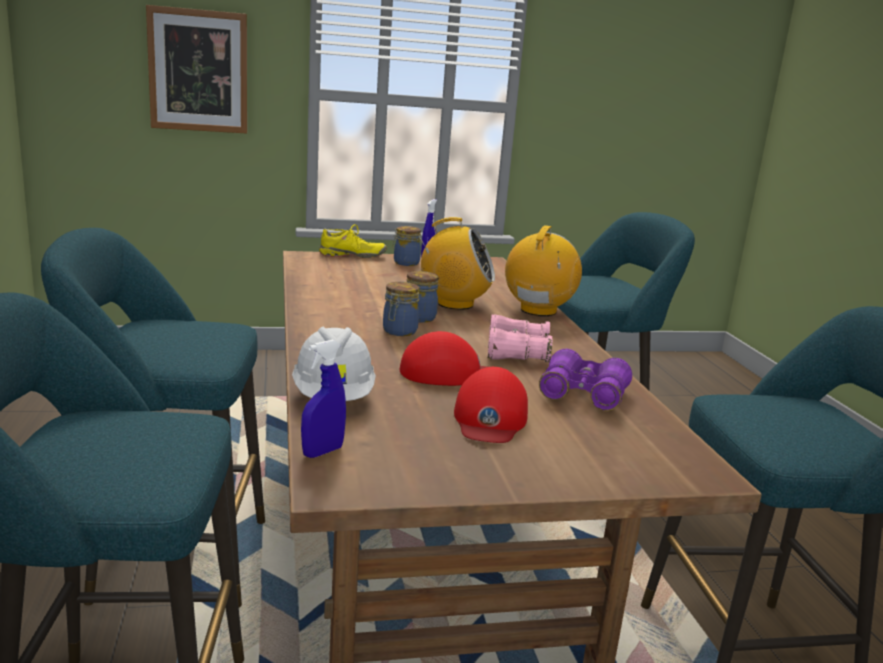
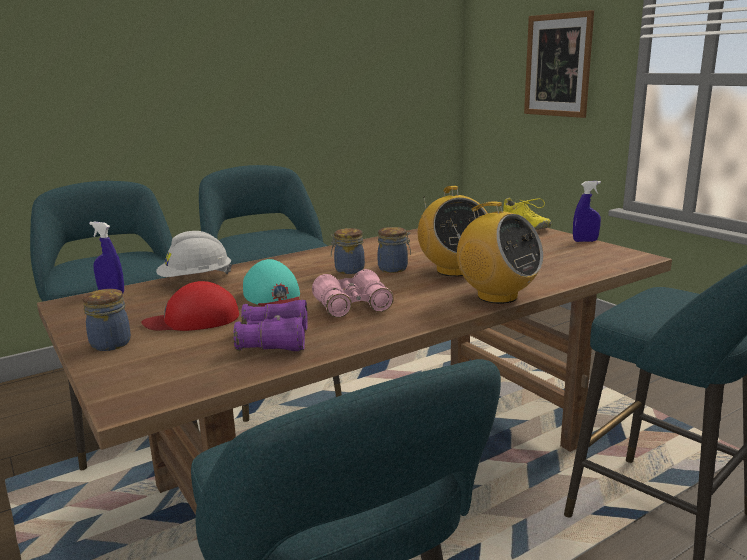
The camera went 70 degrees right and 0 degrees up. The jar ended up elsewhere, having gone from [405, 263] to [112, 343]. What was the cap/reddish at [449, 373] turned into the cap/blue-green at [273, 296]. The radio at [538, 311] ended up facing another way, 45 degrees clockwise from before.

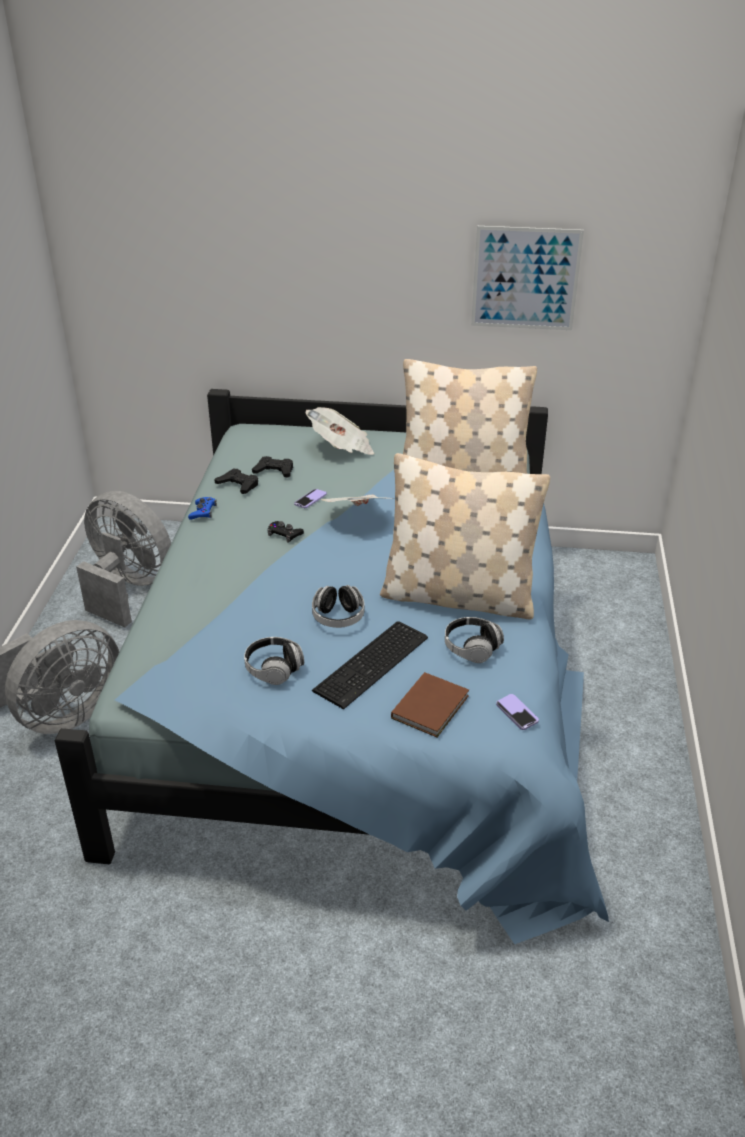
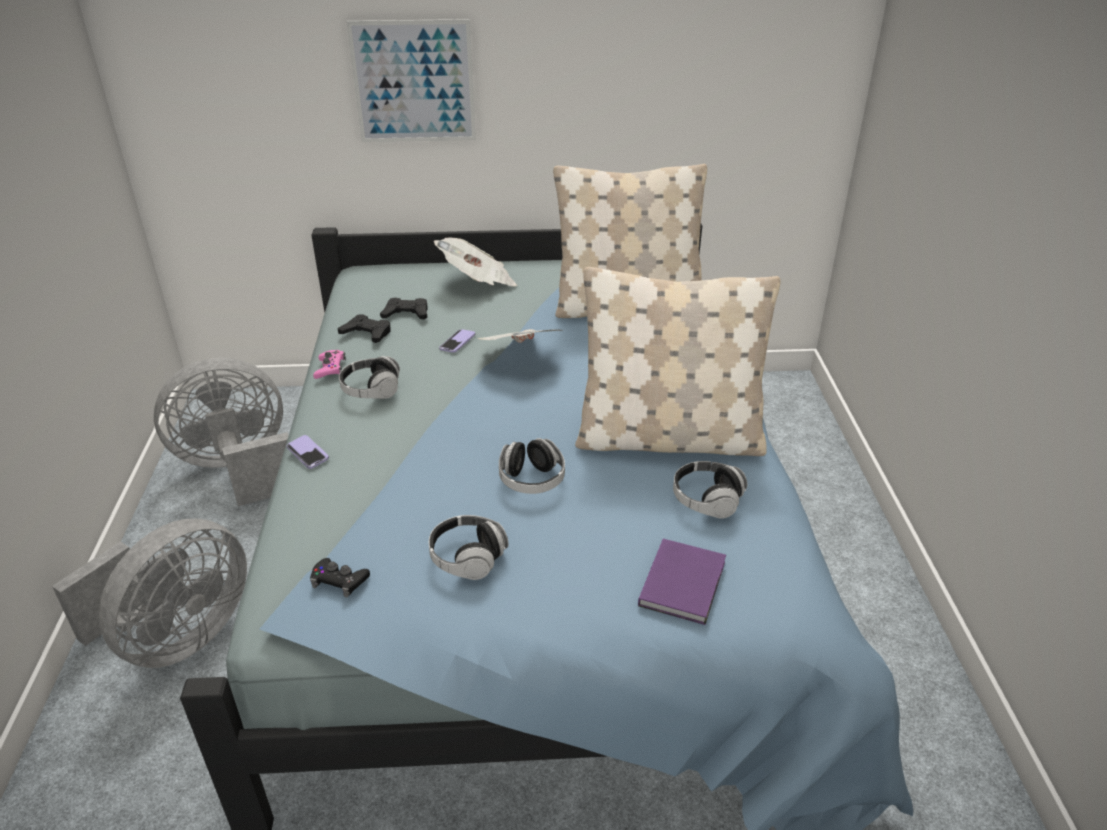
The camera went 10 degrees left and 0 degrees up. The second view lost the PC keyboard at [374, 664]. The second view gained the headset at [371, 390]. The joypad/blackish ended up elsewhere, having gone from [284, 534] to [339, 581]. The picture ended up elsewhere, having gone from [525, 278] to [413, 82]. The phone ended up elsewhere, having gone from [517, 713] to [307, 453]. What was the joypad/blue at [203, 512] turned into the joypad/pinkish at [330, 368]. What was the volume/brownish at [432, 706] turned into the volume/purple-coloured at [684, 582]. The electric fan/grey at [128, 588] ended up facing another way, 45 degrees counterclockwise from before.

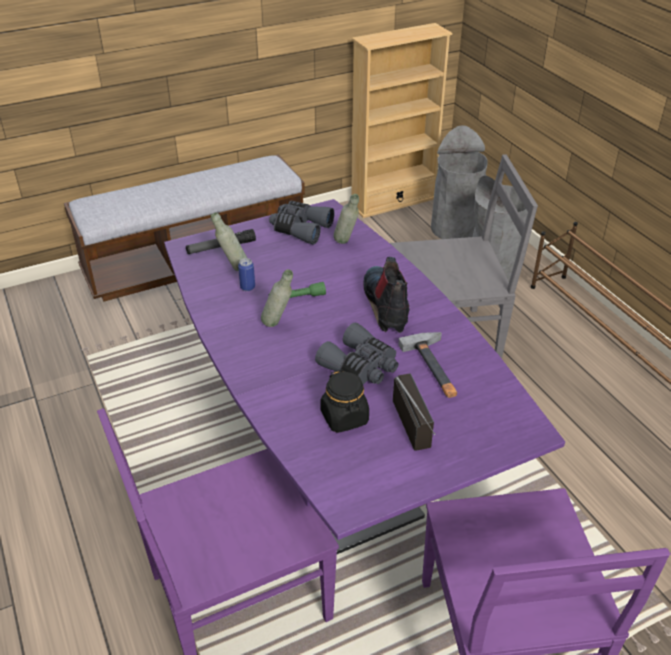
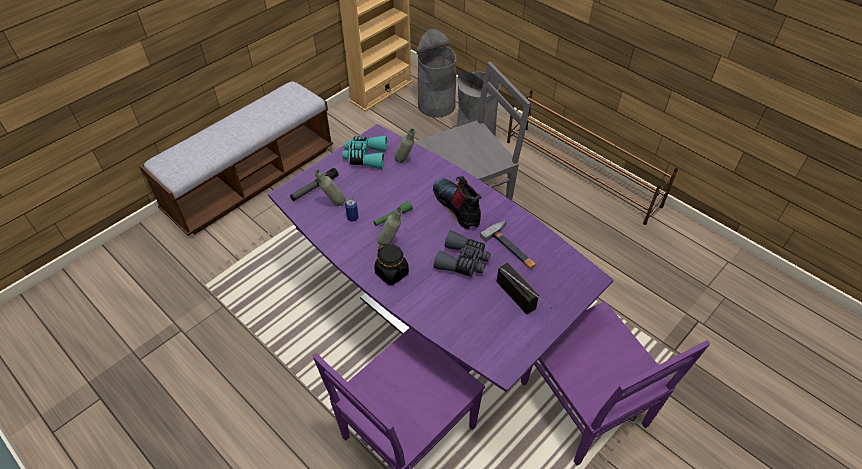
The camera went 20 degrees left and 10 degrees up. The jar/blackish ended up elsewhere, having gone from [344, 418] to [392, 273]. What was the binoculars/grey at [300, 229] turned into the binoculars/blue-green at [365, 157].

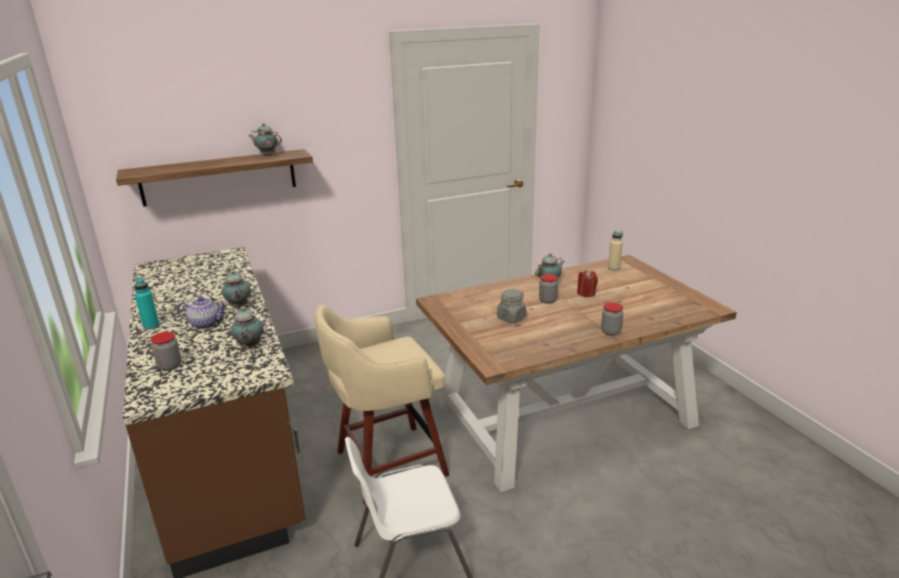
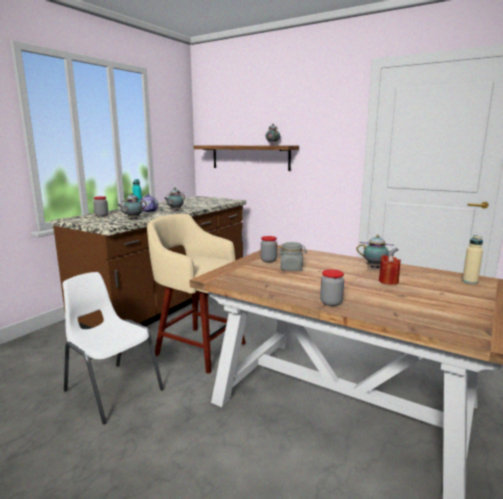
The camera went 55 degrees right and 10 degrees down. The jar ended up elsewhere, having gone from [547, 300] to [268, 260].

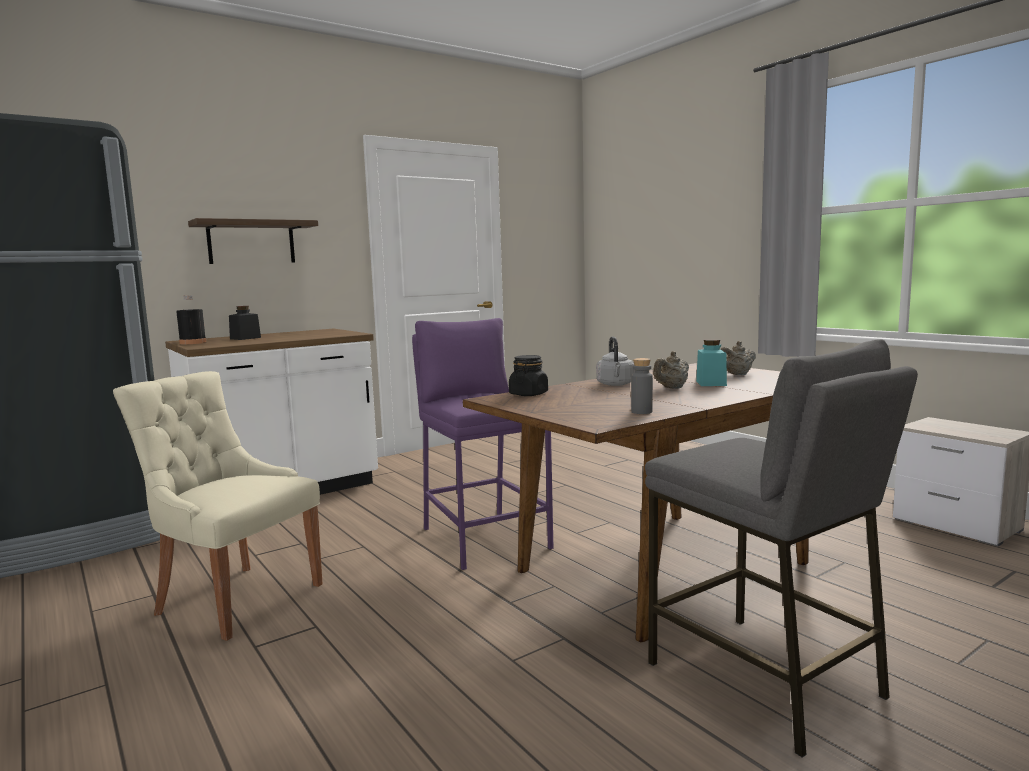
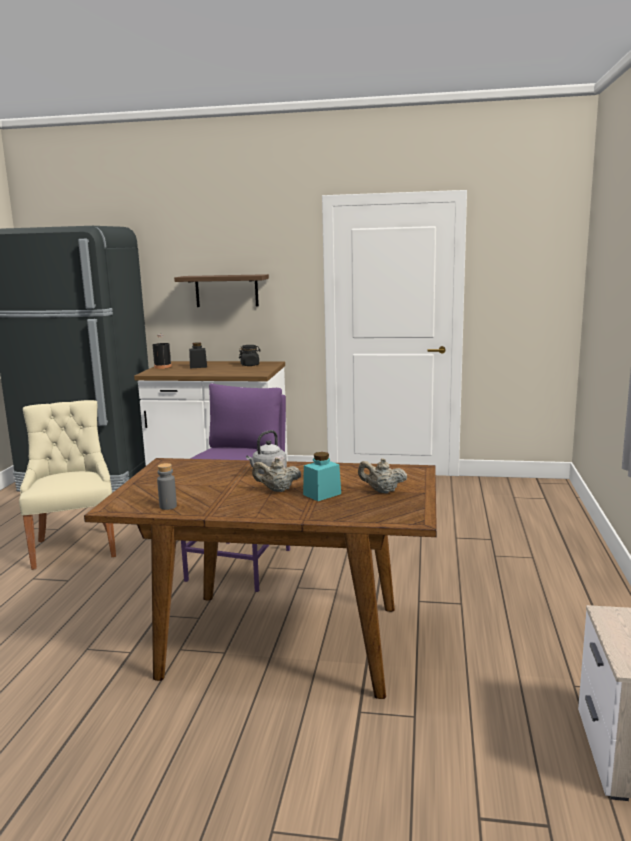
The camera went 45 degrees right and 5 degrees up. The second view lost the stool/grey at [764, 679]. The jar/blackish ended up elsewhere, having gone from [528, 394] to [250, 365].

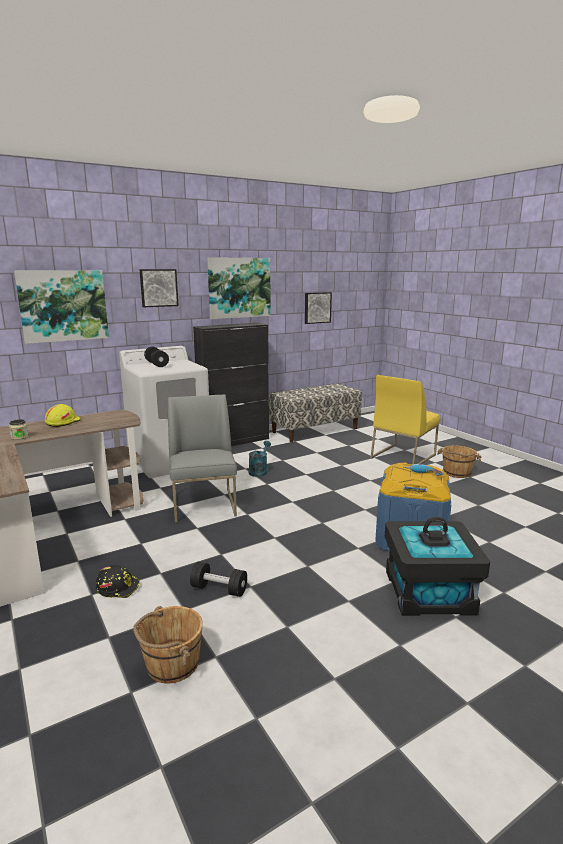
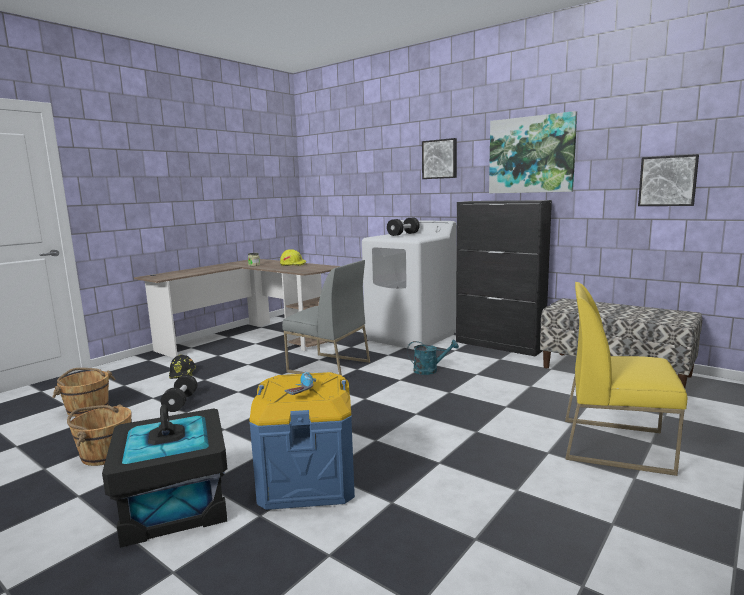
The camera went 70 degrees right and 5 degrees down. The second view lost the picture at [63, 306]. The water bucket/brownish ended up elsewhere, having gone from [456, 473] to [105, 454]. The upright chair/grey at [204, 505] ended up facing another way, 60 degrees clockwise from before.

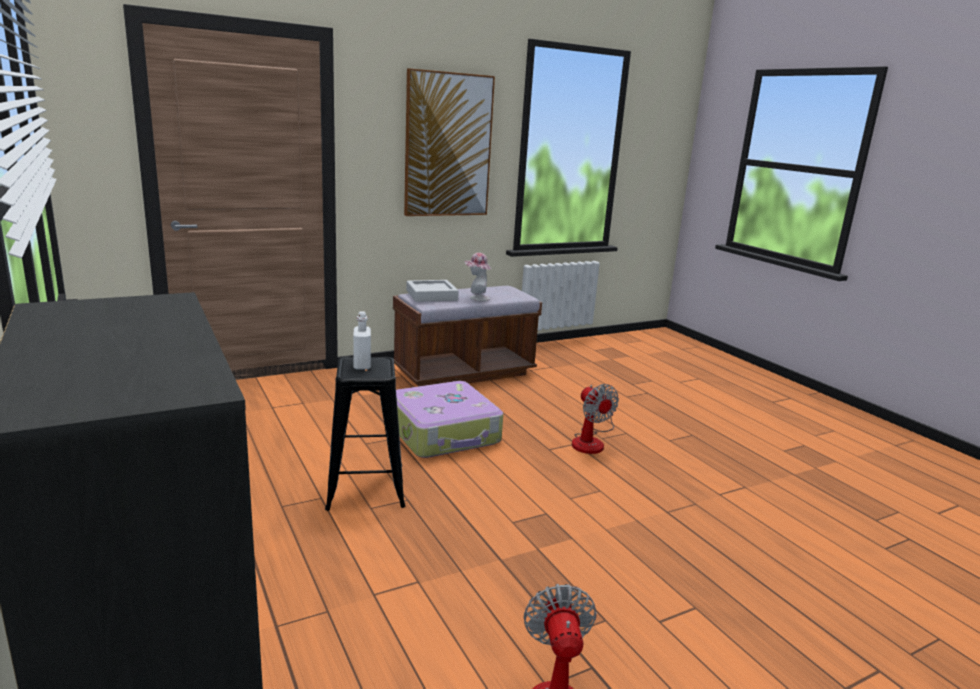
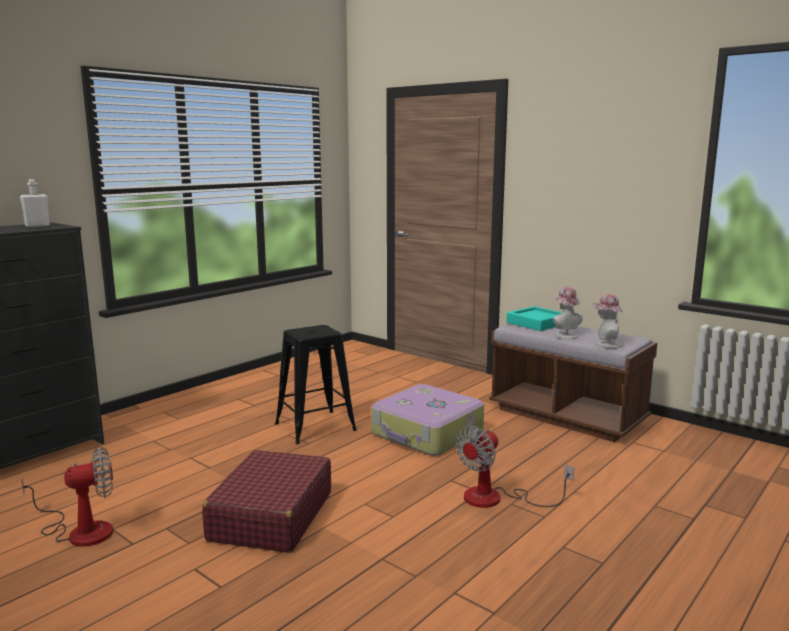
The camera went 70 degrees right and 5 degrees down. The second view lost the picture at [448, 145]. The second view gained the travel case/reddish at [271, 516]. The second view gained the clothing hat at [605, 344]. The bottle/white ended up elsewhere, having gone from [362, 365] to [37, 226]. What was the serving tray/grey at [431, 295] turned into the serving tray/blue-green at [536, 323].

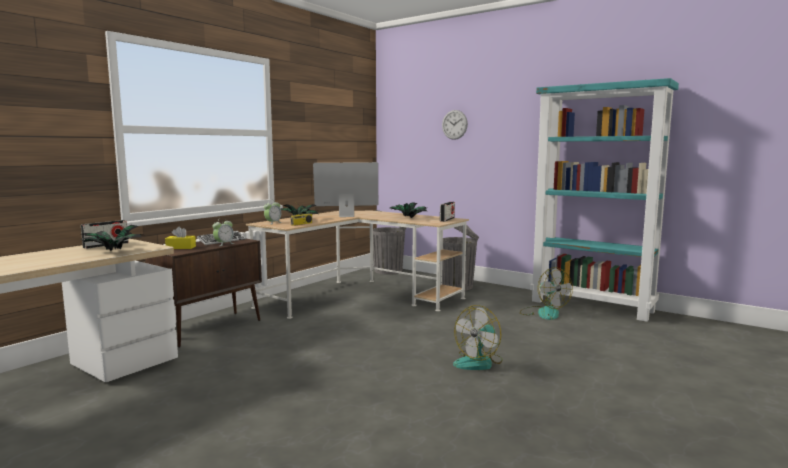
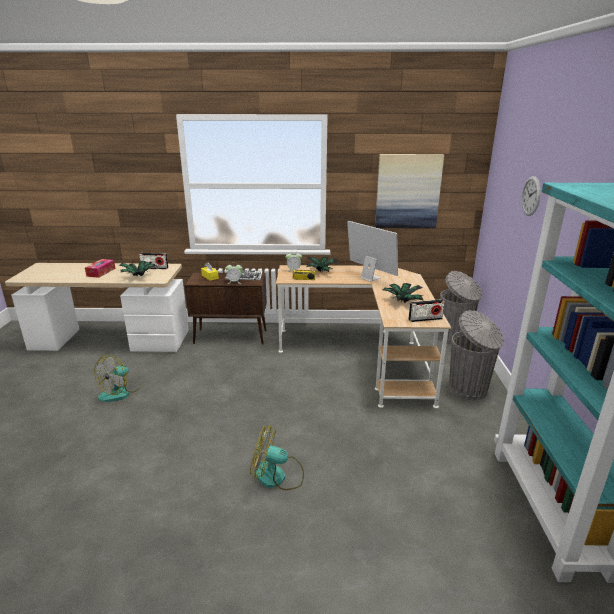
The camera went 55 degrees right and 15 degrees up. The second view gained the tissue holder at [101, 272]. The second view gained the picture at [408, 191]. The electric fan ended up elsewhere, having gone from [543, 313] to [120, 392].

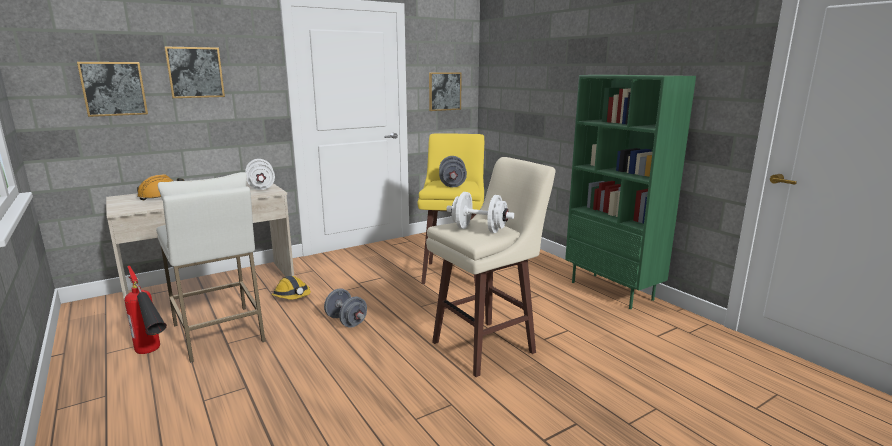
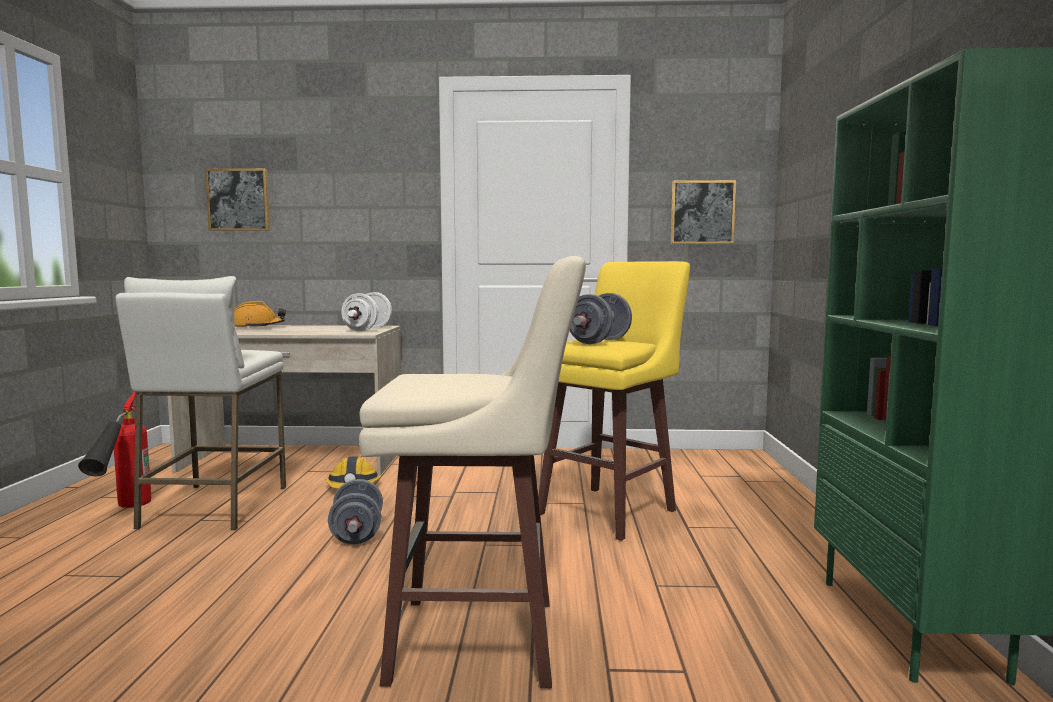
The camera went 35 degrees right and 10 degrees down. The second view lost the picture at [195, 72]. The second view lost the dumbbell/white at [479, 230].

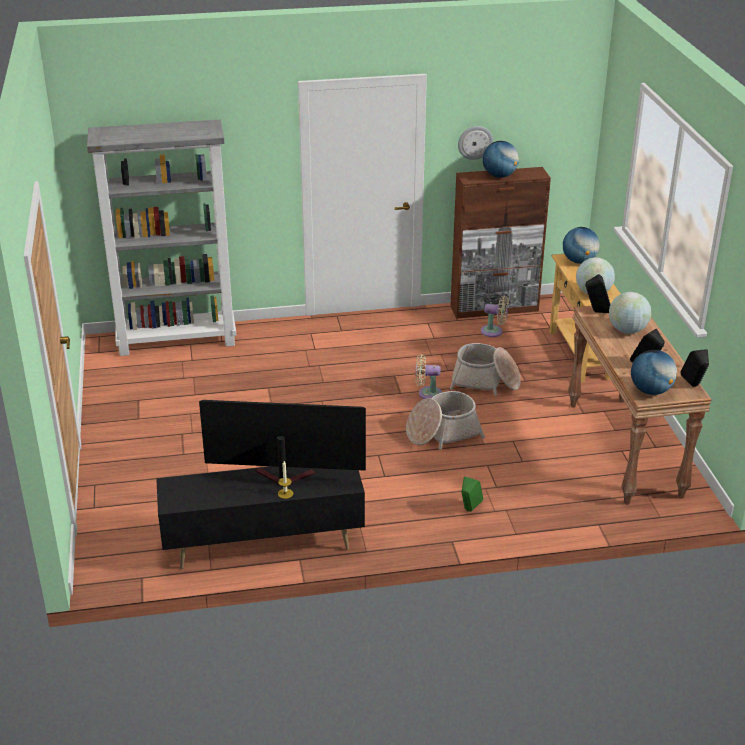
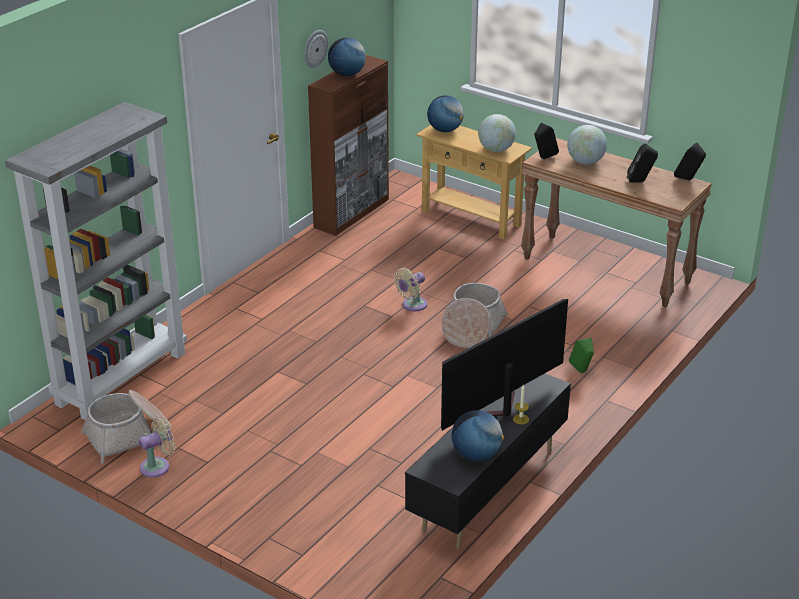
The camera went 45 degrees left and 0 degrees up. The storage basket ended up elsewhere, having gone from [485, 381] to [129, 435]. The electric fan/beige ended up elsewhere, having gone from [494, 331] to [158, 466]. The globe ended up elsewhere, having gone from [650, 391] to [476, 455].

